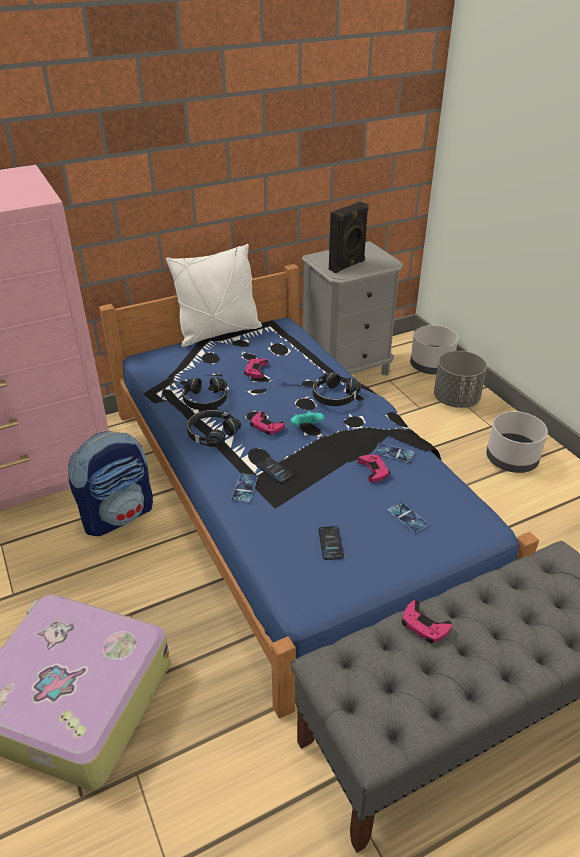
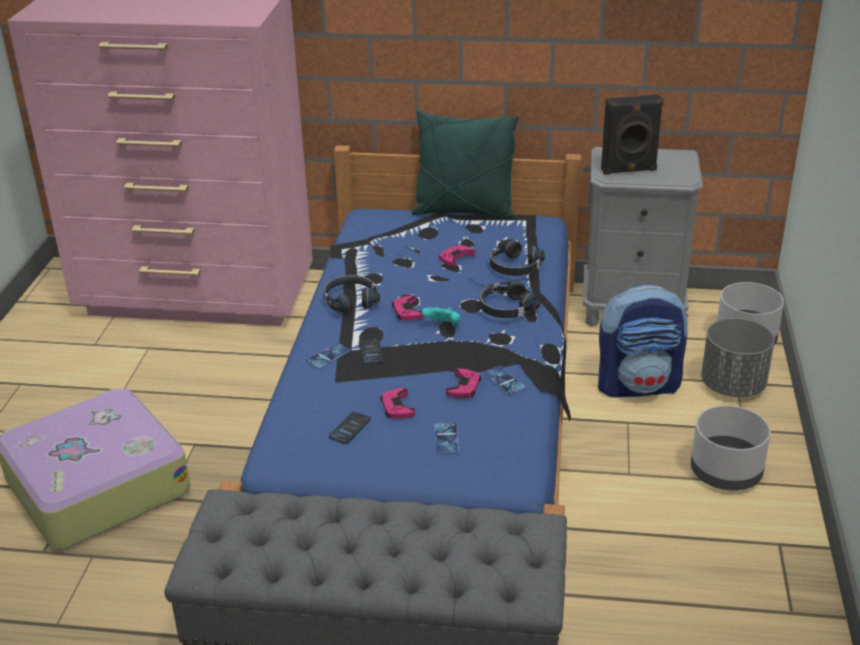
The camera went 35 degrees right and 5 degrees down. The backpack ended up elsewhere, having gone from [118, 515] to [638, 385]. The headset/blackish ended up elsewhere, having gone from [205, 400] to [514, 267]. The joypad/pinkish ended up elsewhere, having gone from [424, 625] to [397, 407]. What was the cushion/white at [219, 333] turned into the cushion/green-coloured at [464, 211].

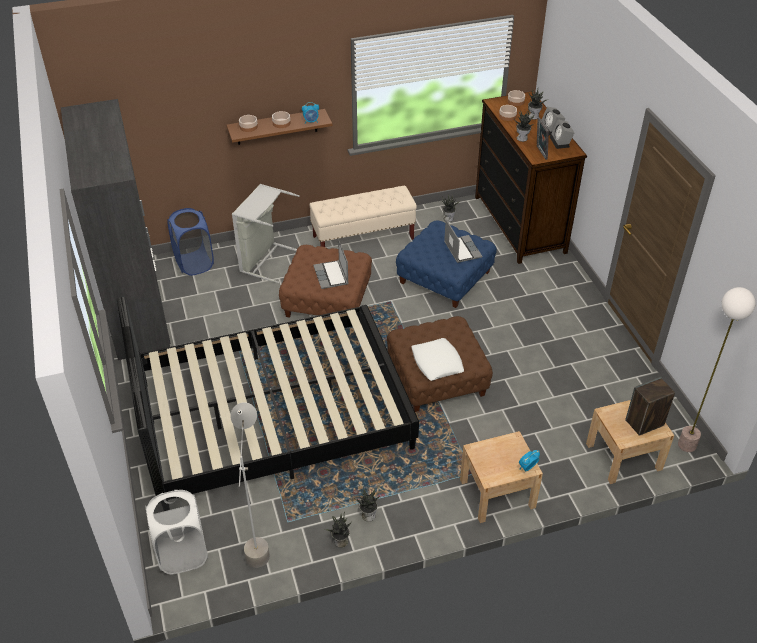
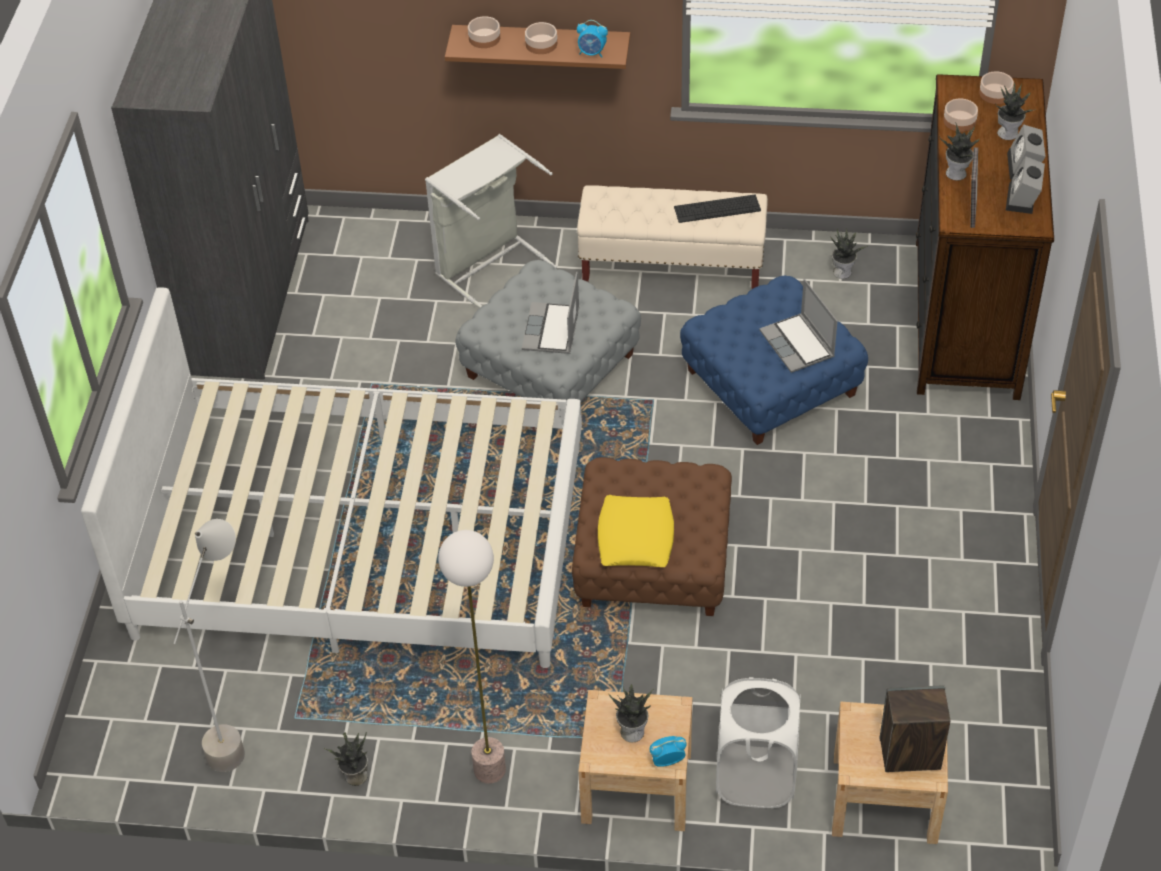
The camera went 25 degrees right and 5 degrees up. The second view lost the washing basket/blue at [194, 263]. The second view gained the PC keyboard at [717, 209]. The washing basket/white ended up elsewhere, having gone from [182, 553] to [755, 777]. The houseplant ended up elsewhere, having gone from [368, 515] to [632, 731]. The floor lamp ended up elsewhere, having gone from [687, 445] to [489, 770]. What was the sleeping bed/blackish at [273, 415] turned into the sleeping bed/white at [360, 540]. What was the footrest/brownish at [327, 299] turned into the footrest/grey at [551, 365]. What was the cushion/white at [437, 363] turned into the cushion/yellow-coloured at [635, 537]. The portable computer at [461, 250] ended up facing another way, 150 degrees clockwise from before.

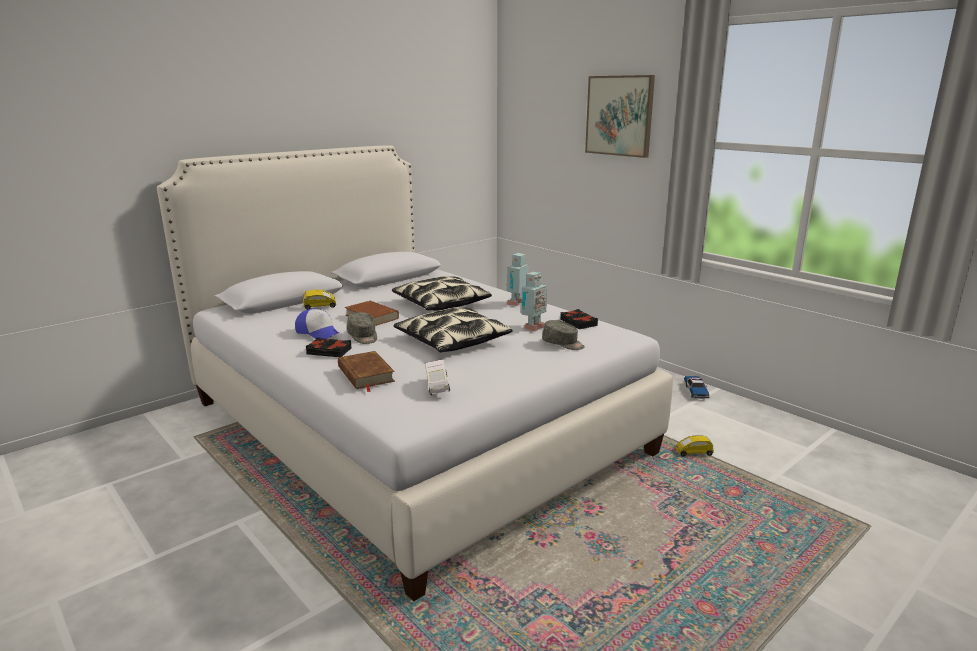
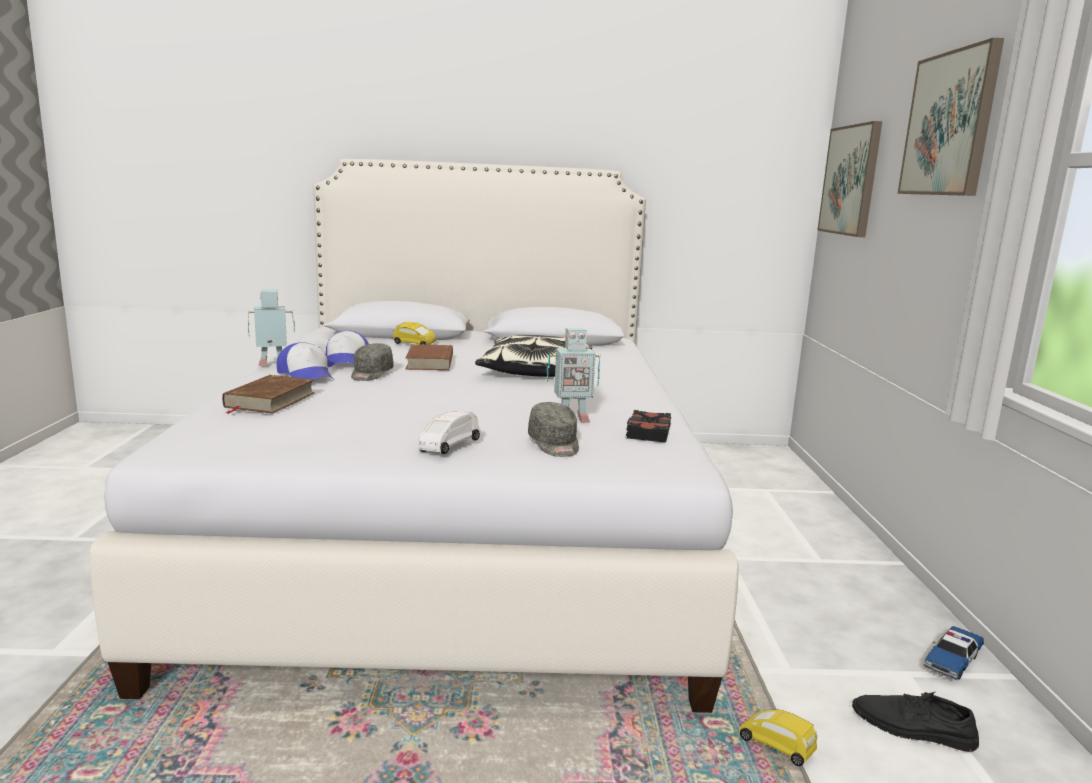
The camera went 40 degrees right and 5 degrees down. The second view lost the cushion at [452, 341]. The second view gained the picture at [851, 180]. The second view gained the item of footwear/blackish at [912, 728]. The model car/white ended up elsewhere, having gone from [437, 387] to [448, 447]. The model robot ended up elsewhere, having gone from [517, 303] to [273, 365]. Where the volume/blackish stood at [329, 351], the cap came to stand at [307, 376].

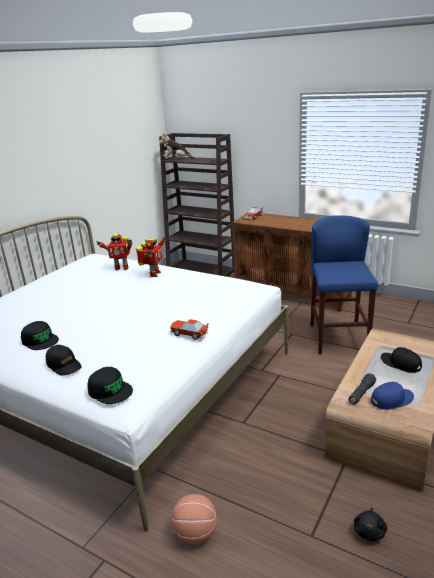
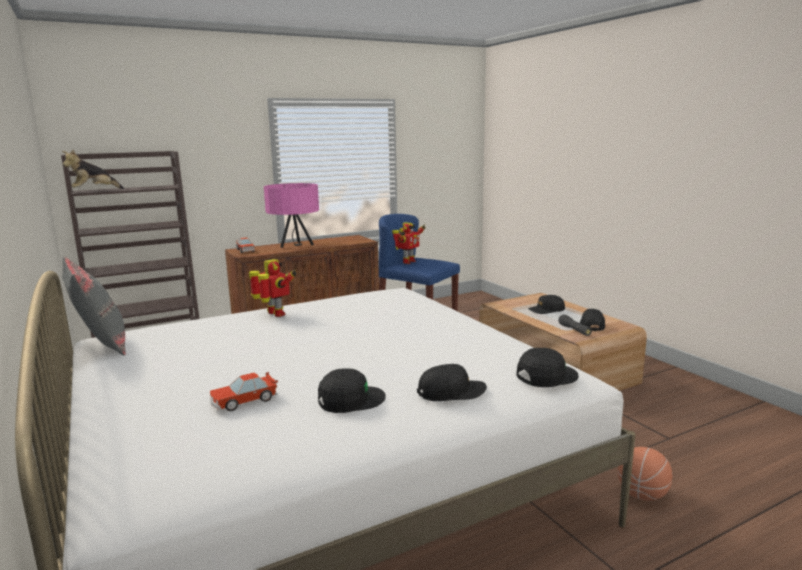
The camera went 60 degrees left and 10 degrees down. The second view lost the soft toy/blackish at [369, 531]. The second view gained the cushion/grey at [100, 345]. The second view gained the lamp for a table/pinkish at [294, 246]. The model robot ended up elsewhere, having gone from [121, 268] to [407, 262]. The model car ended up elsewhere, having gone from [189, 333] to [244, 401]. What was the cap/blue at [391, 400] turned into the cap/blackish at [591, 325].

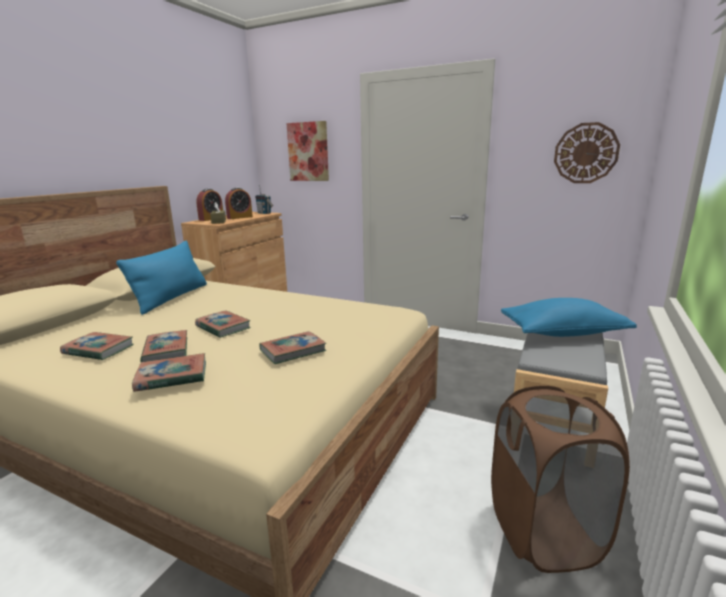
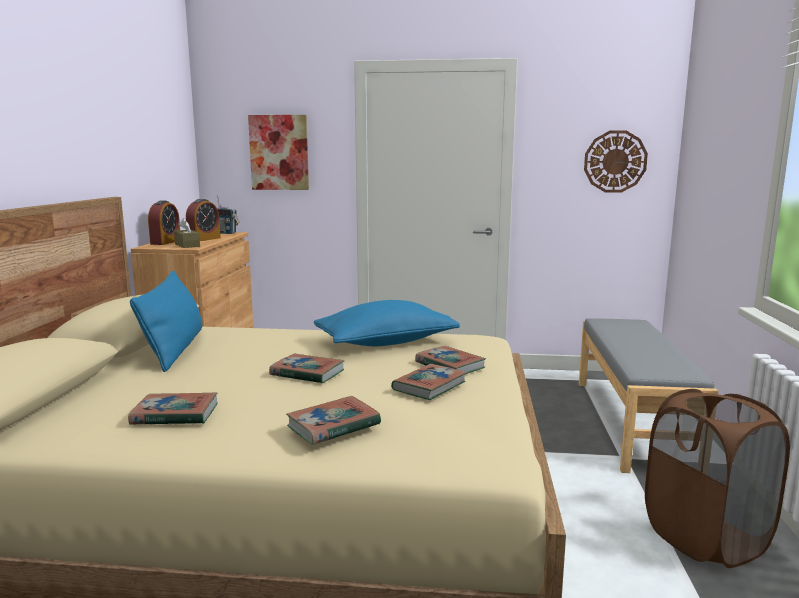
The camera went 20 degrees left and 5 degrees down. The volume ended up elsewhere, having gone from [166, 350] to [449, 365]. The cushion/blue ended up elsewhere, having gone from [562, 333] to [386, 342].

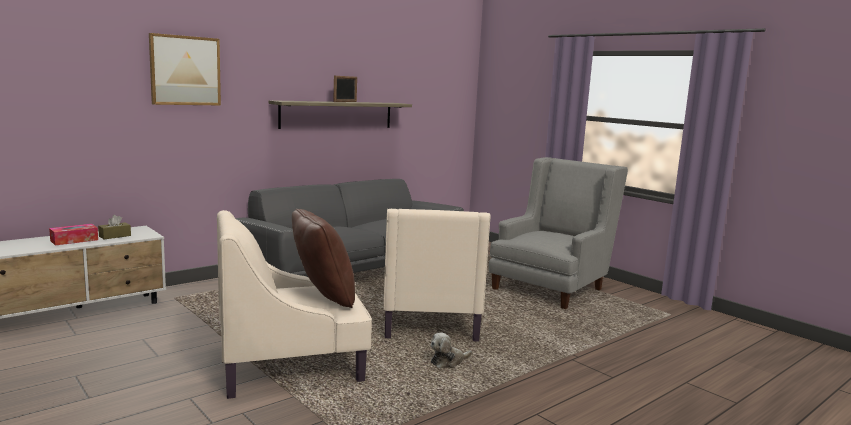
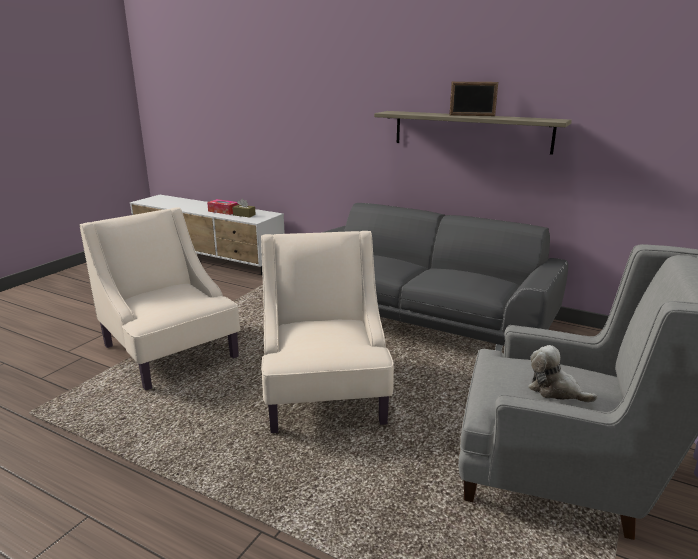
The camera went 70 degrees right and 10 degrees up. The second view lost the picture at [185, 70]. The second view lost the cushion/brownish at [322, 297]. The soft toy ended up elsewhere, having gone from [448, 362] to [555, 390]. The easy chair/beige at [430, 319] ended up facing another way, 105 degrees clockwise from before.

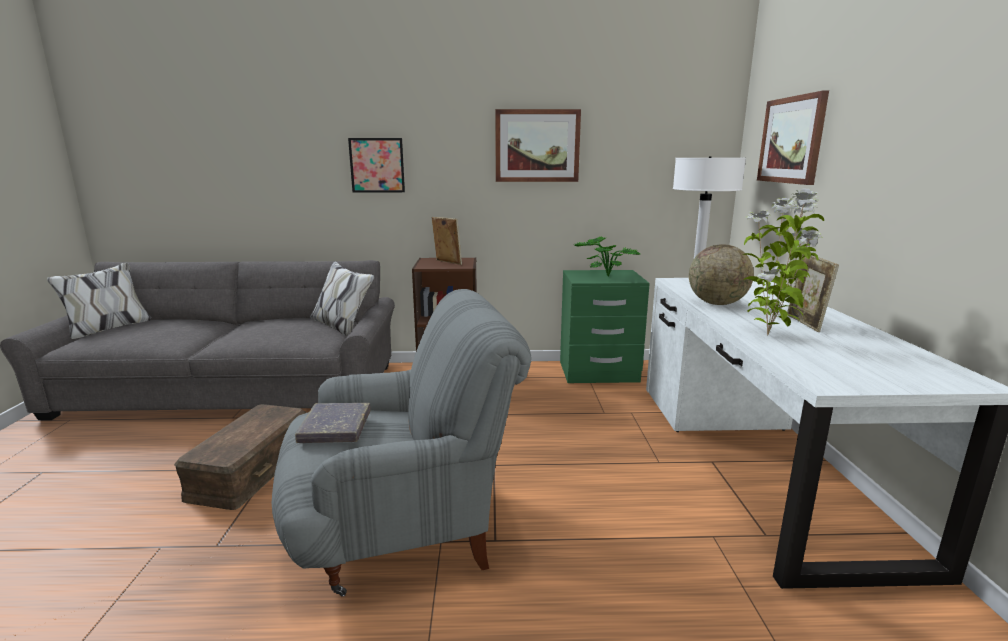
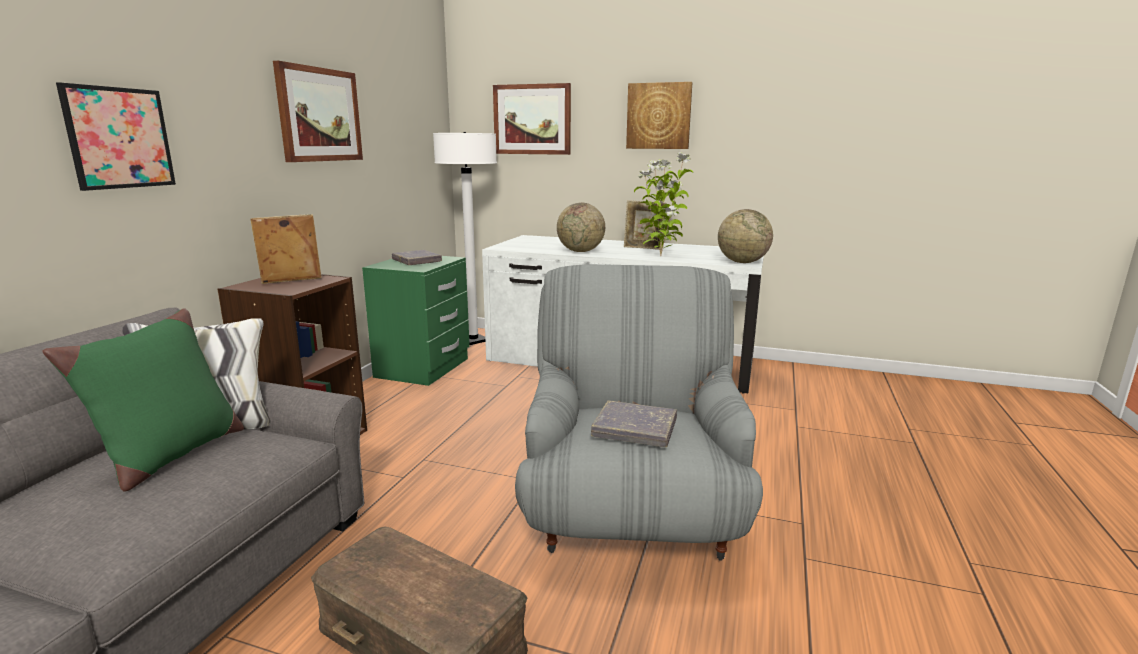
The camera went 70 degrees left and 0 degrees up. The second view gained the cushion/green-coloured at [171, 456]. The second view gained the picture at [659, 116]. The second view gained the globe at [742, 262]. Where the houseplant stood at [606, 275], the volume/grey came to stand at [417, 261].

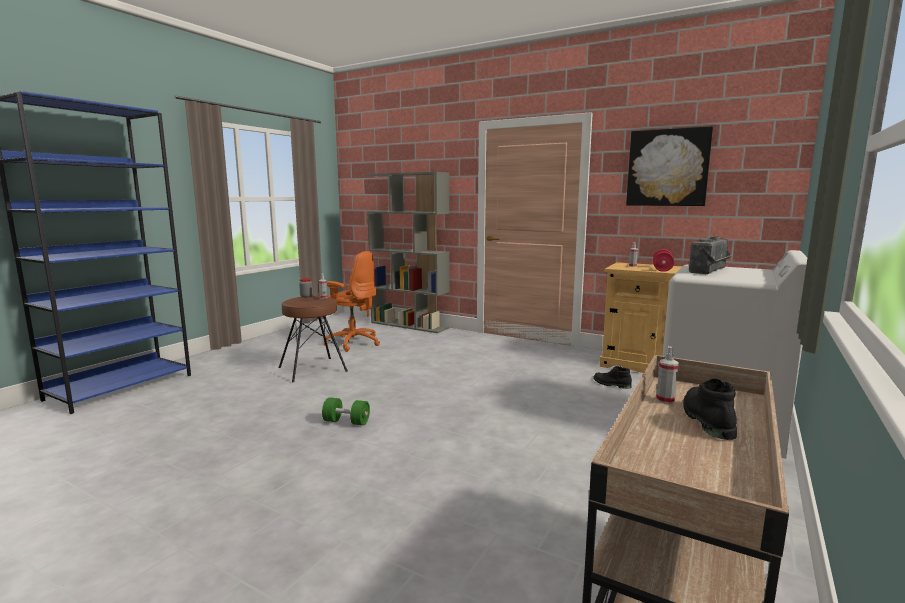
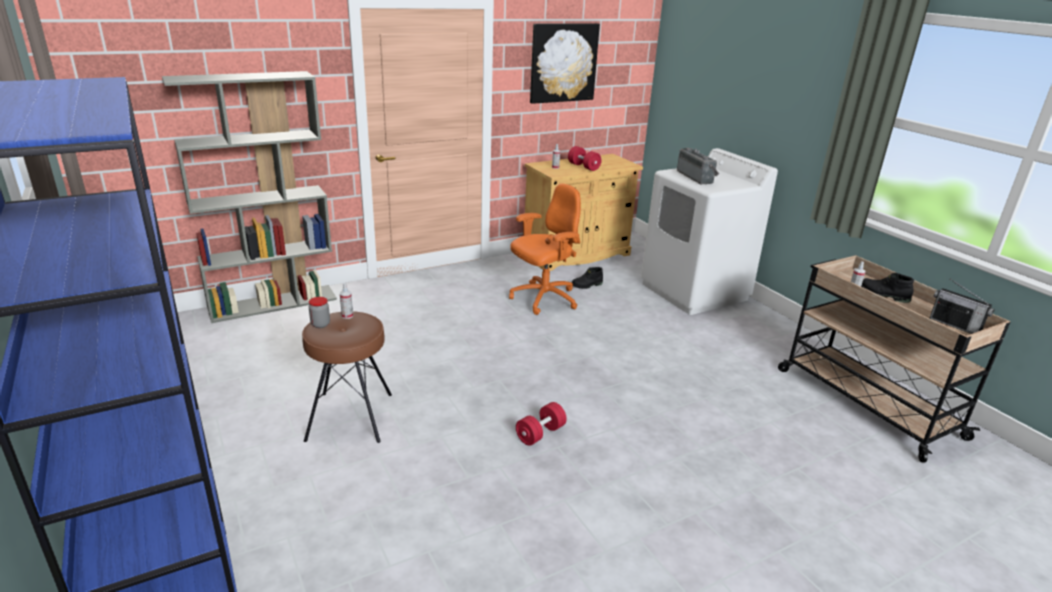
The camera went 60 degrees left and 15 degrees up. The second view gained the radio at [954, 325]. The desk chair/orange-coloured ended up elsewhere, having gone from [352, 342] to [543, 299]. What was the dumbbell/green-coloured at [346, 422] turned into the dumbbell/reddish at [540, 433].

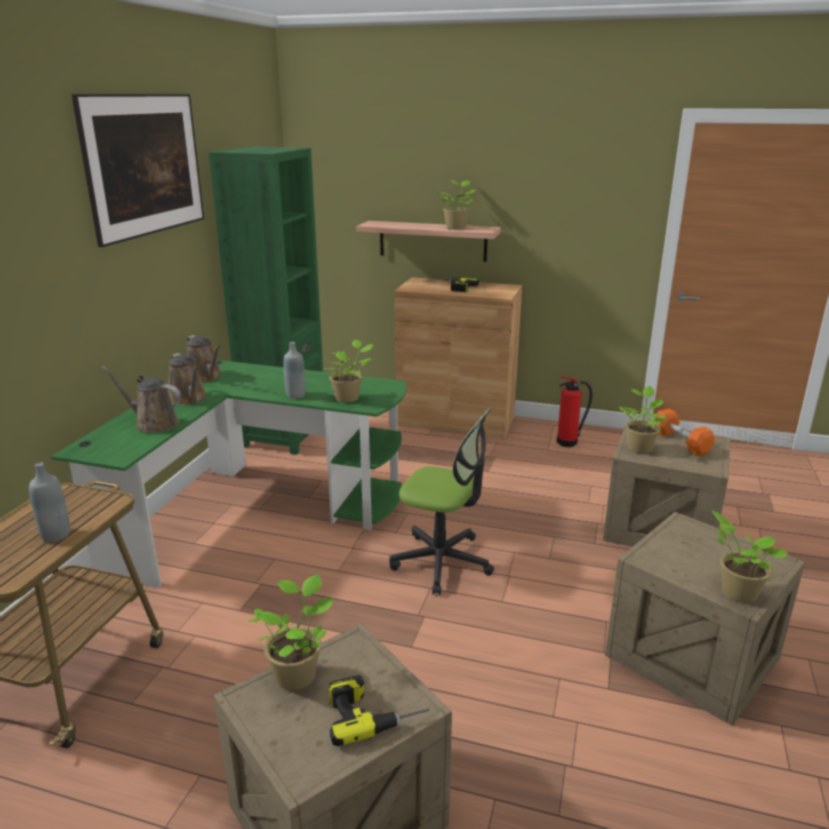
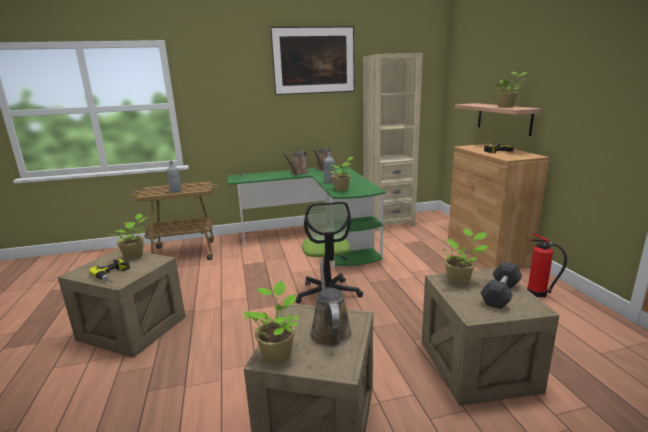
The camera went 60 degrees right and 5 degrees down. The watering pot/brownish ended up elsewhere, having gone from [153, 423] to [329, 330]. What was the bookshelf/green-coloured at [284, 435] turned into the bookshelf/beige at [388, 222]. What was the dumbbell/orange-coloured at [680, 442] turned into the dumbbell/grey at [500, 294].

